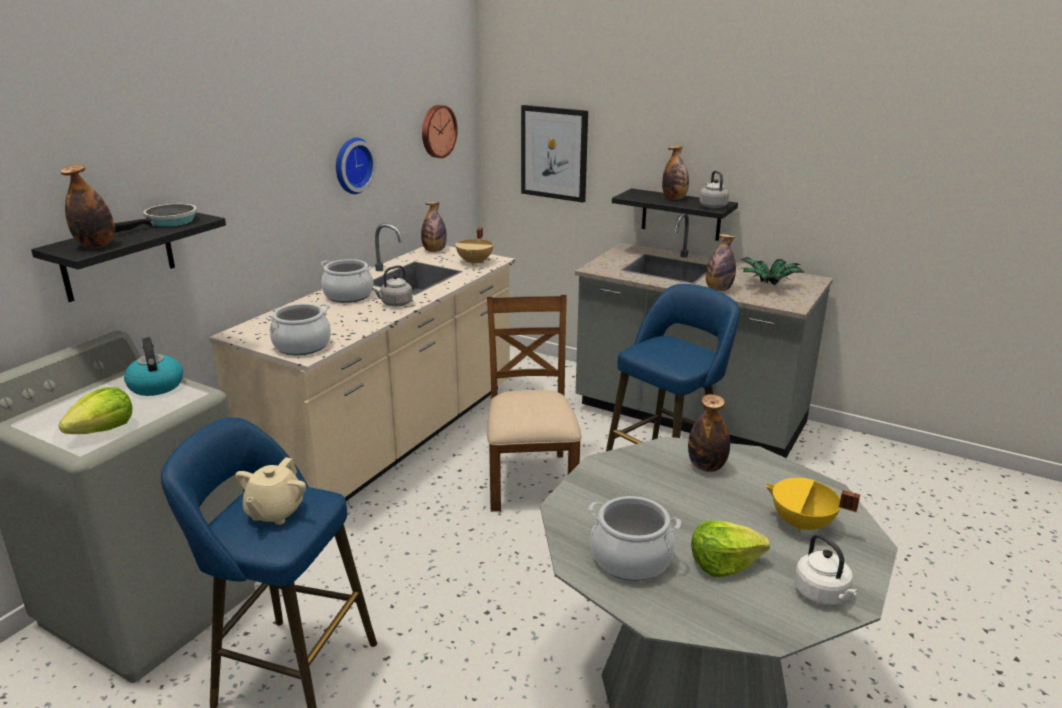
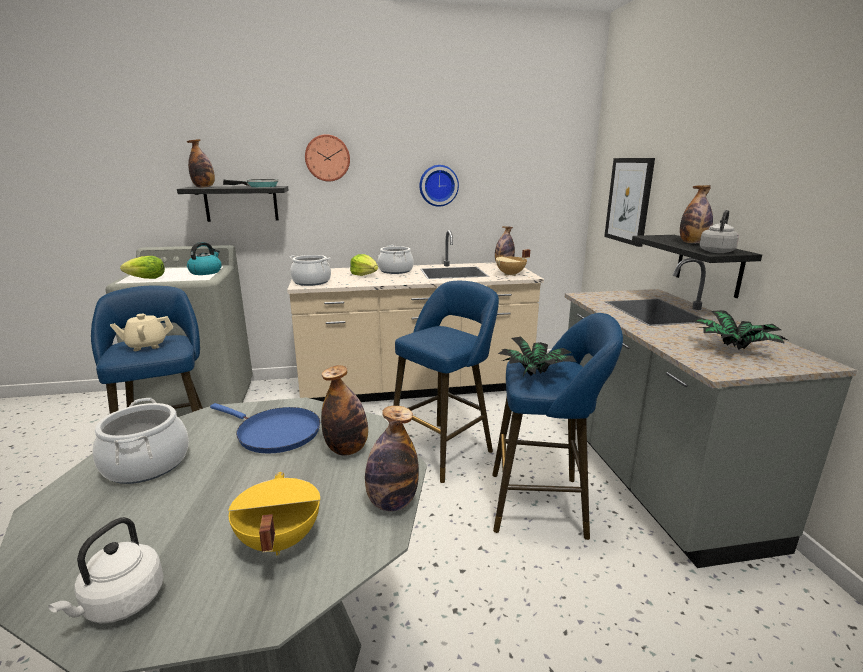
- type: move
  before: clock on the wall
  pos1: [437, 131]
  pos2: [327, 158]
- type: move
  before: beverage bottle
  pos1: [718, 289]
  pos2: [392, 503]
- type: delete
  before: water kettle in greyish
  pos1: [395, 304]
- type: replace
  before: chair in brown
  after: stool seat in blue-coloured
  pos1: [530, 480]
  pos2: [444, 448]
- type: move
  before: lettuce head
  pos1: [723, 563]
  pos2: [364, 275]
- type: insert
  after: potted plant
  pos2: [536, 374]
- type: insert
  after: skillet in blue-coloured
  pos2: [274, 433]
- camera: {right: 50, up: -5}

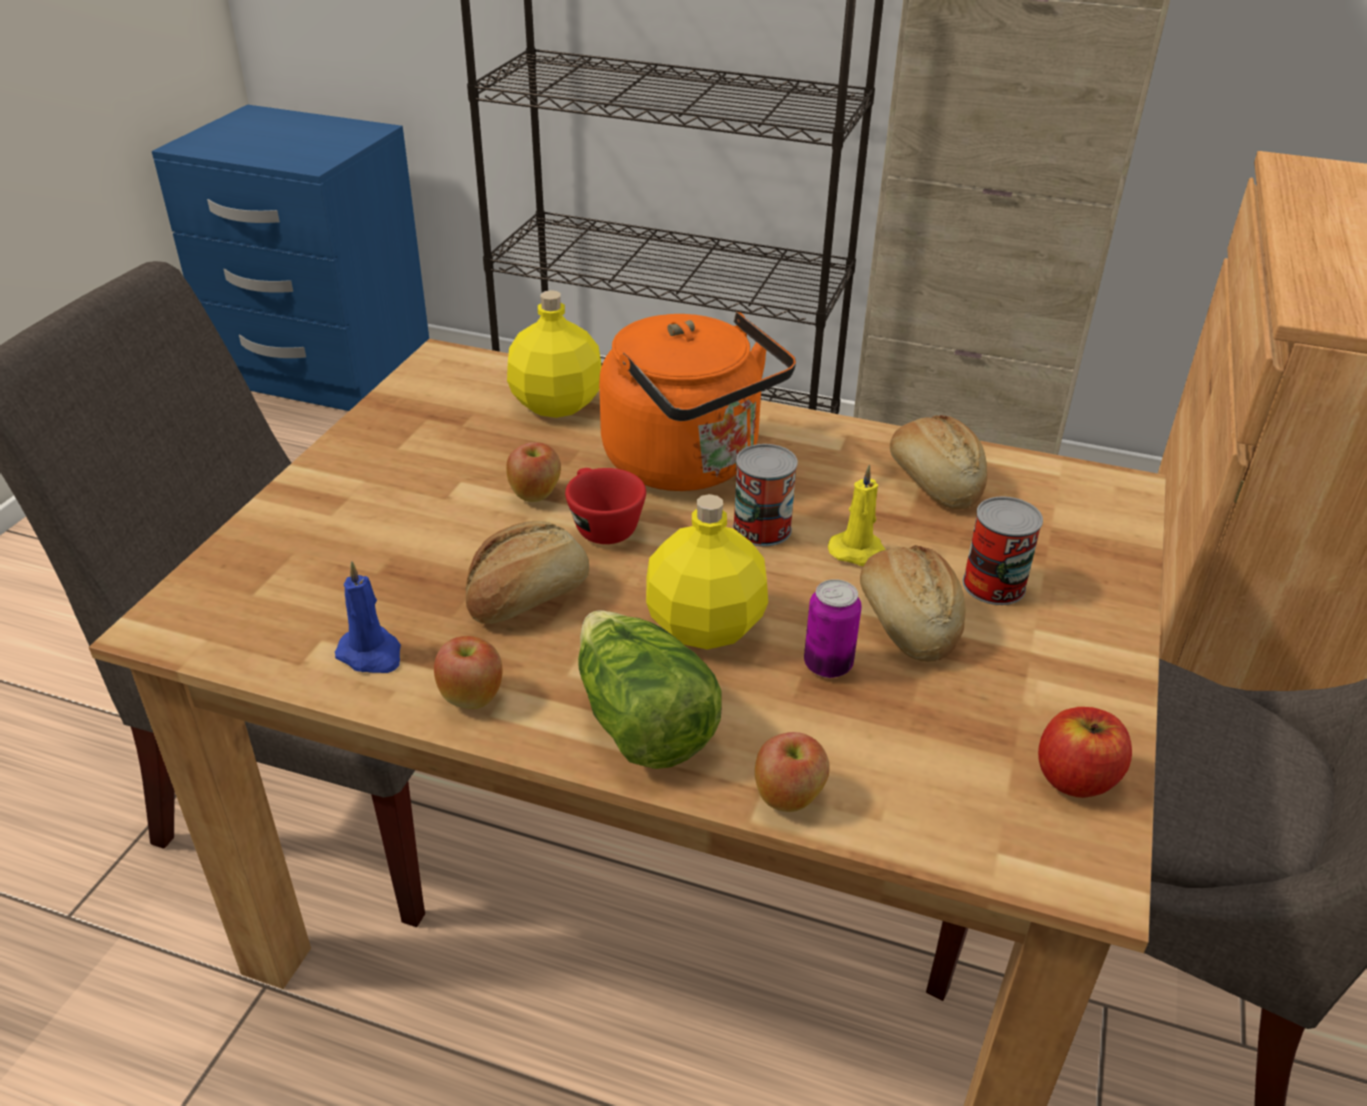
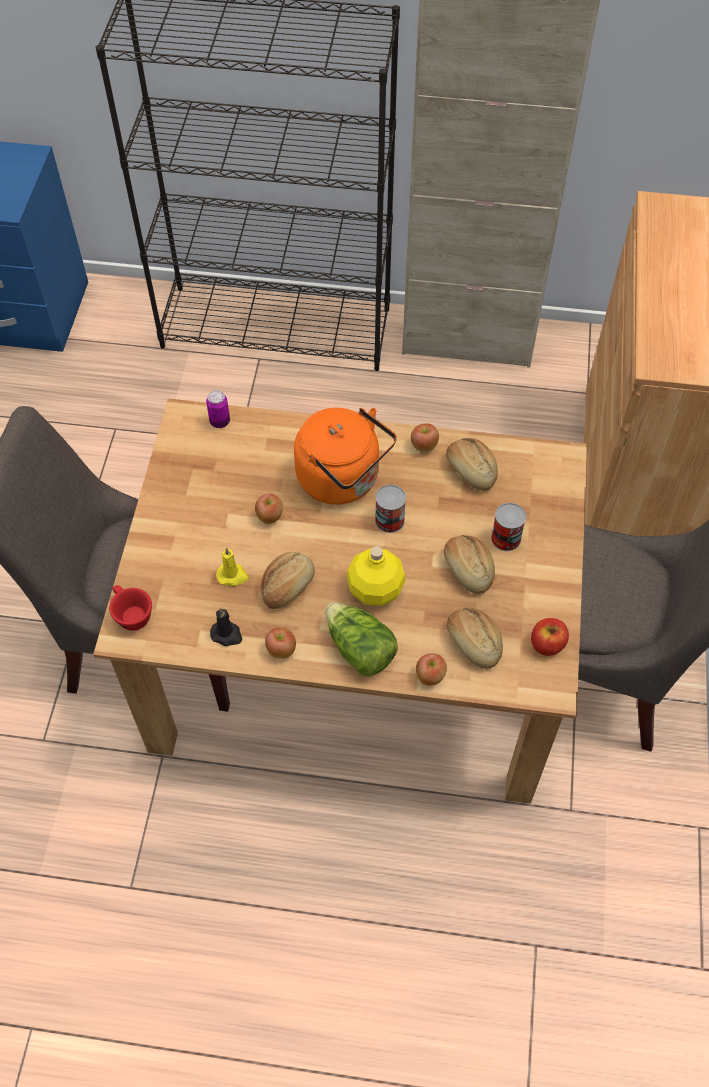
- type: delete
  before: beverage bottle in yellow
  pos1: [556, 404]
- type: move
  before: candle in yellow
  pos1: [860, 552]
  pos2: [233, 575]
- type: move
  before: small cup in reddish
  pos1: [601, 525]
  pos2: [131, 614]
- type: recolor
  before: candle in blue-coloured
  after: candle in black-coloured
  pos1: [371, 654]
  pos2: [227, 634]
- type: move
  before: metal can
  pos1: [828, 665]
  pos2: [220, 422]
- type: insert
  after: apple fruit
  pos2: [424, 446]
- type: insert
  after: baked bread
  pos2: [474, 643]
- camera: {right: -10, up: 20}

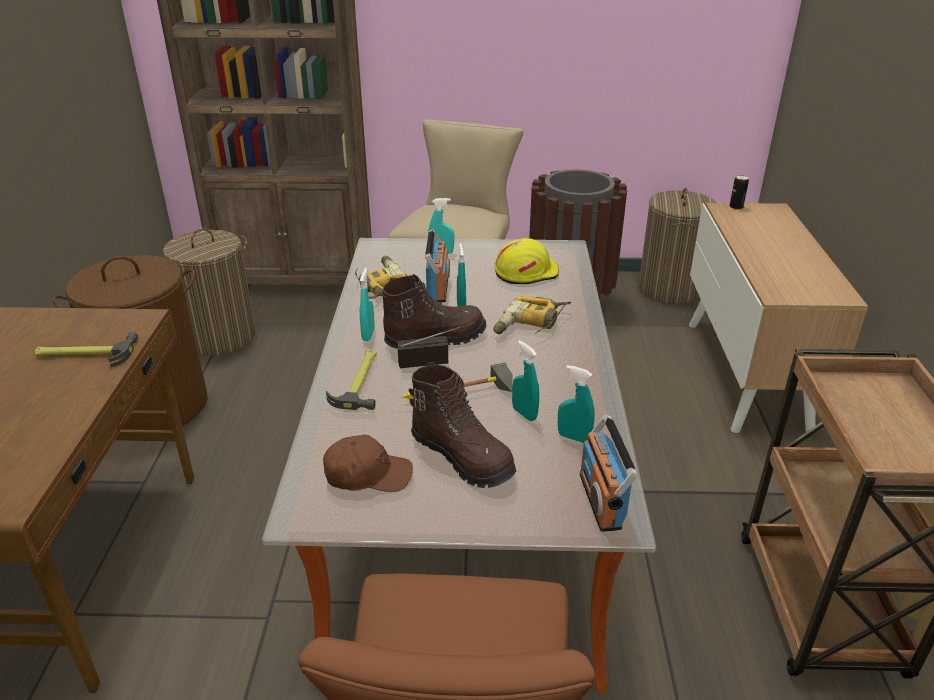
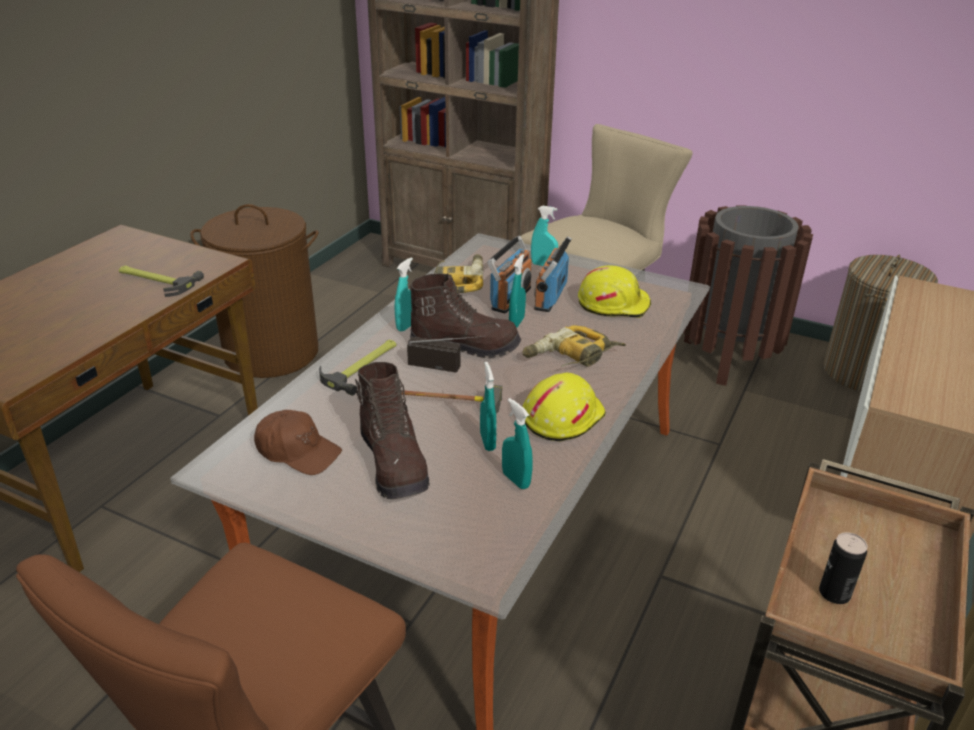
- type: move
  before: metal can
  pos1: [736, 207]
  pos2: [834, 593]
- type: delete
  before: laundry basket
  pos1: [220, 337]
- type: move
  before: radio set
  pos1: [601, 500]
  pos2: [550, 297]
- type: insert
  after: safety helmet in yellow
  pos2: [561, 417]
- camera: {right: 25, up: 0}

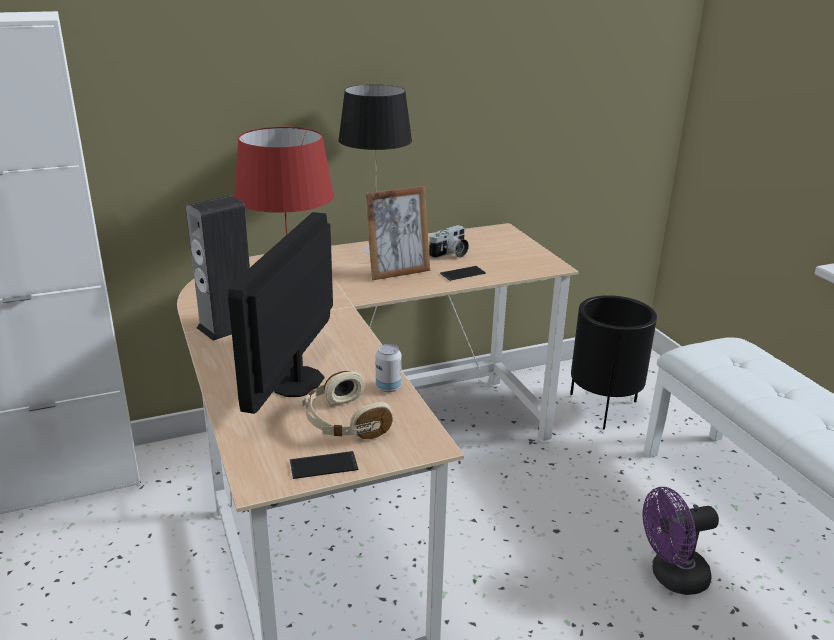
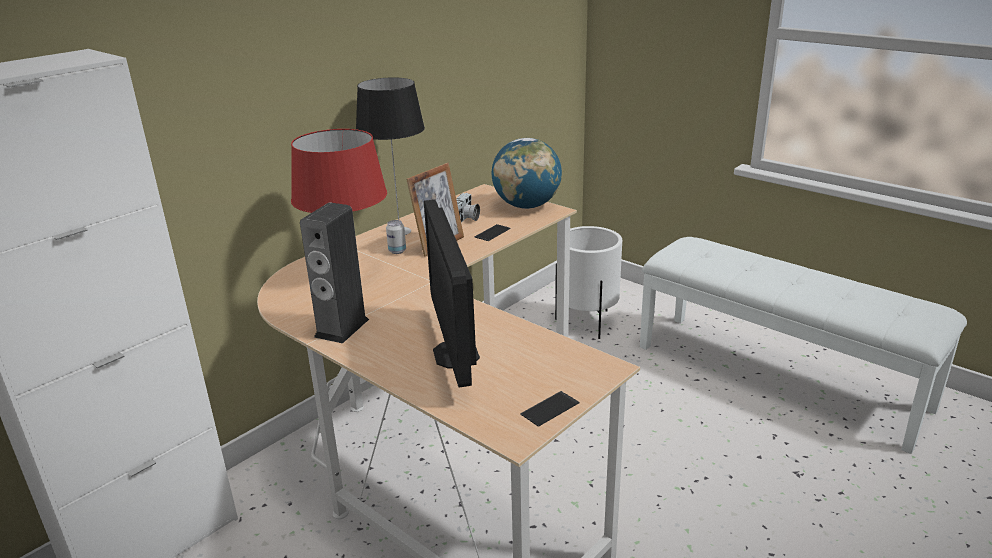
- type: recolor
  before: flower pot in black-coloured
  after: flower pot in whitish
  pos1: [603, 408]
  pos2: [587, 322]
- type: move
  before: metal can
  pos1: [388, 387]
  pos2: [397, 251]
- type: delete
  before: headset in sand-coloured
  pos1: [344, 422]
- type: delete
  before: electric fan in purple
  pos1: [671, 577]
- type: insert
  after: desk globe
  pos2: [527, 206]
- camera: {right: -25, up: 0}

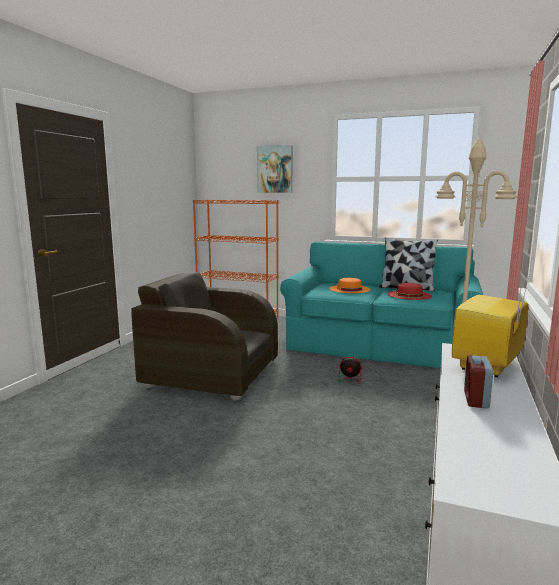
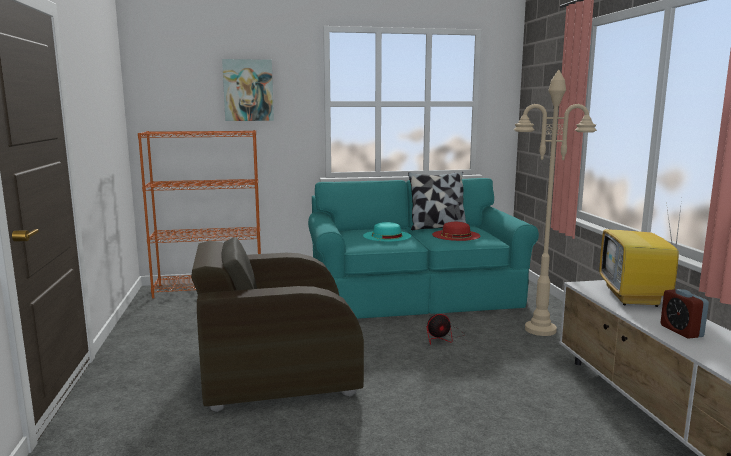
- type: recolor
  before: clothing hat in orangey
  after: clothing hat in blue-green
  pos1: [349, 289]
  pos2: [387, 236]
- camera: {right: -30, up: 0}

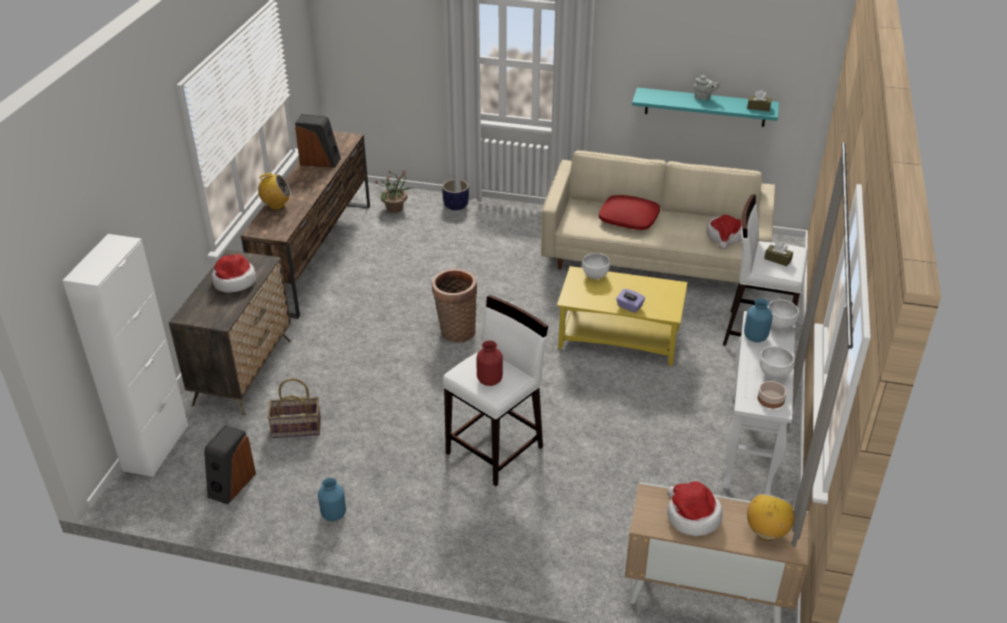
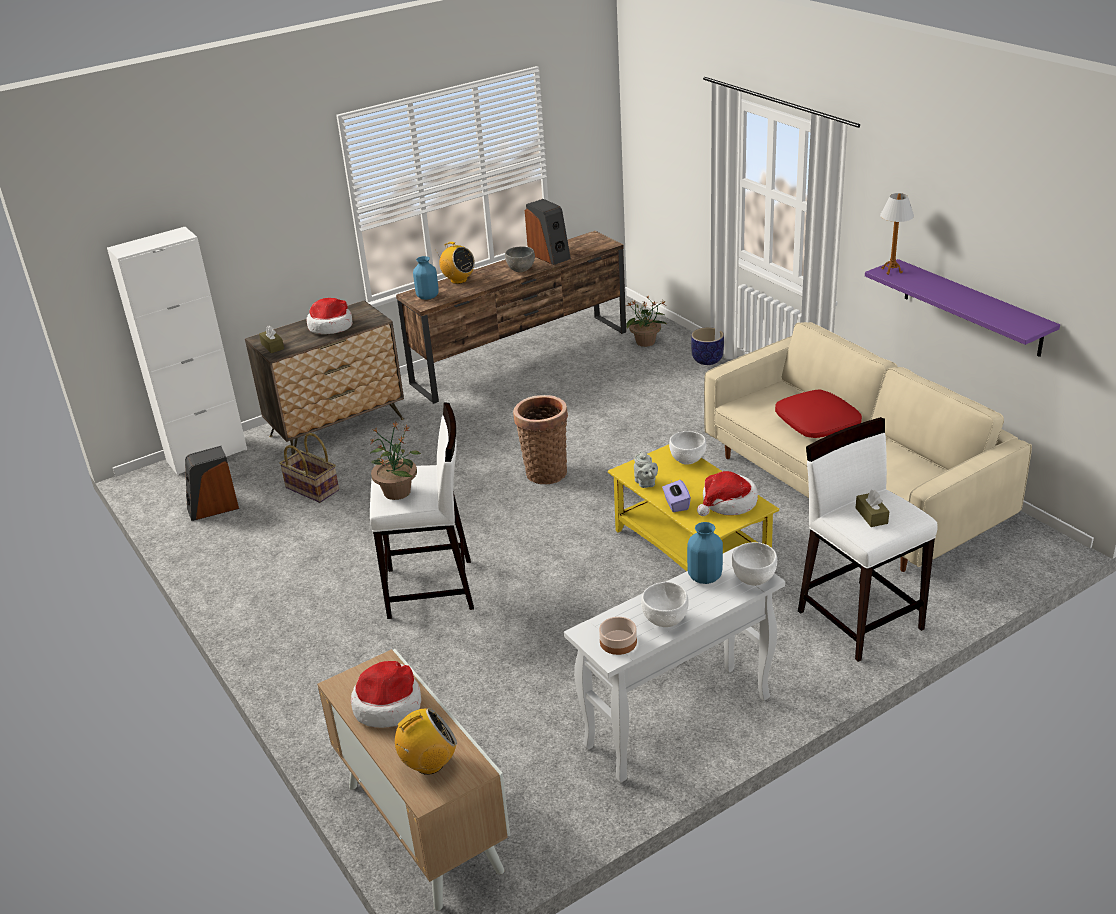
- type: move
  before: pot for tea in greyish
  pos1: [703, 98]
  pos2: [645, 483]
- type: recolor
  before: bracket shelf in blue-green
  after: bracket shelf in purple
  pos1: [705, 107]
  pos2: [972, 307]
- type: move
  before: tissue box in brown
  pos1: [758, 107]
  pos2: [272, 346]
- type: move
  before: clothing hat
  pos1: [724, 236]
  pos2: [728, 503]
- type: replace
  before: vase in reddish
  after: potted plant
  pos1: [490, 380]
  pos2: [397, 491]
- type: move
  before: vase in blue-coloured
  pos1: [333, 514]
  pos2: [427, 296]
- type: insert
  after: tabletop lamp
  pos2: [891, 271]
- type: insert
  after: deep dish in greyish
  pos2: [521, 270]
- camera: {right: 45, up: -5}

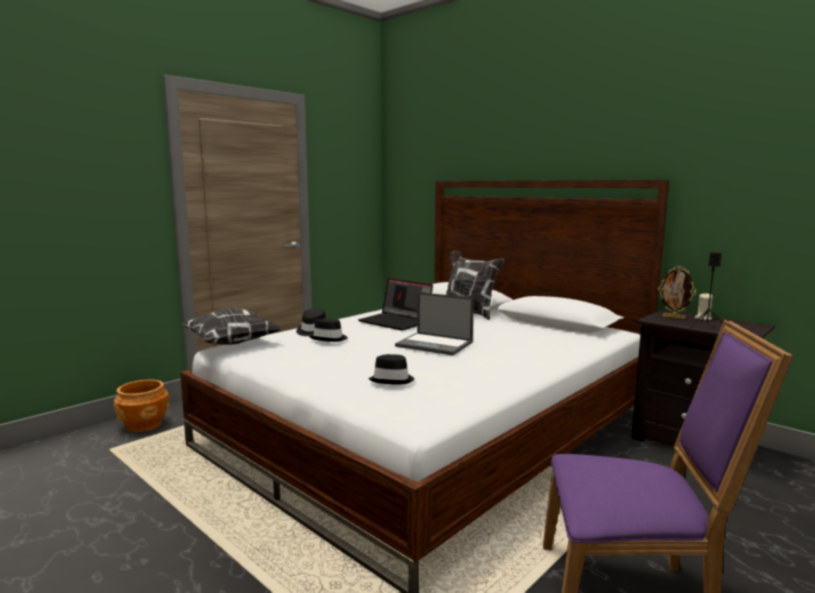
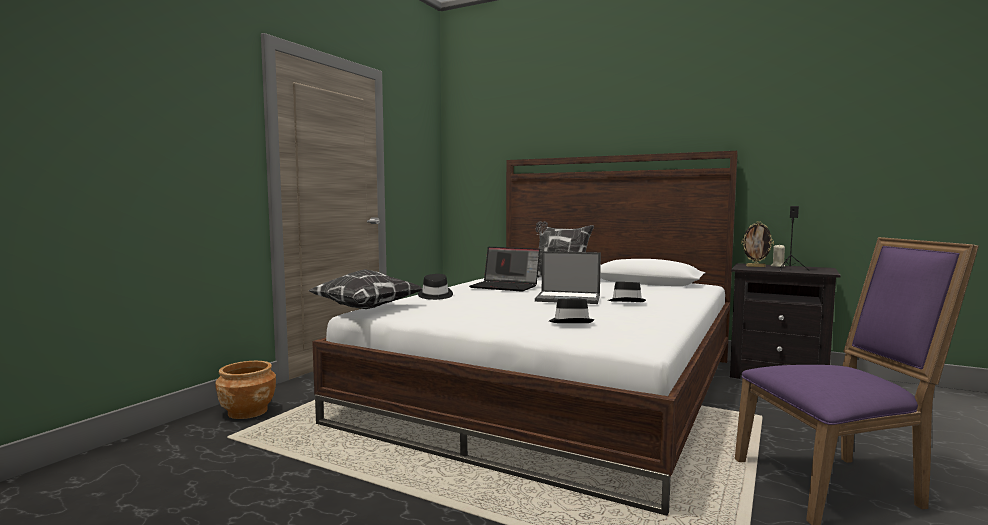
- type: move
  before: clothing hat in black-coloured
  pos1: [329, 339]
  pos2: [626, 301]
- camera: {right: -15, up: -5}

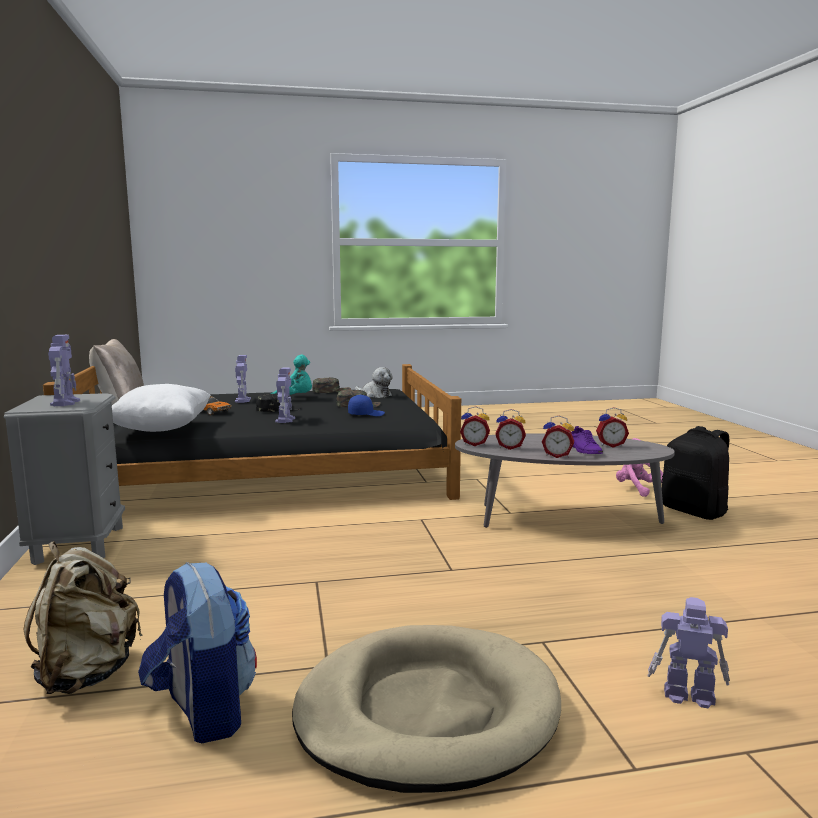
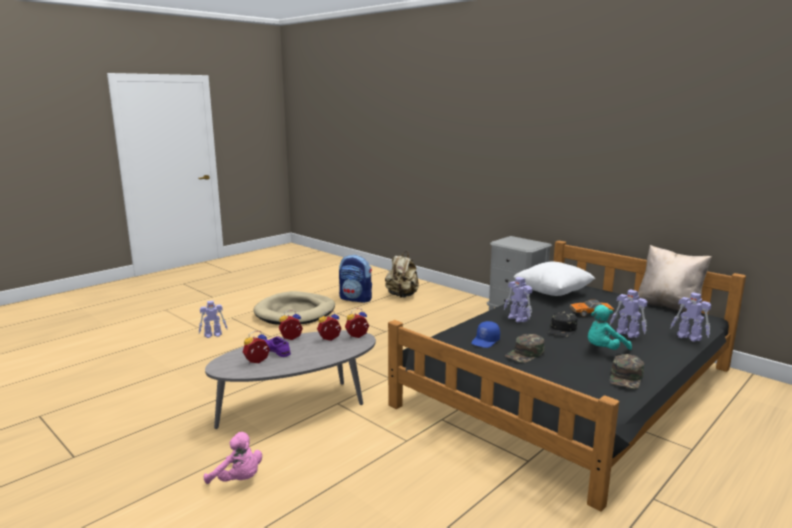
- type: move
  before: toy robot
  pos1: [65, 403]
  pos2: [689, 337]
- type: delete
  before: cuddly toy
  pos1: [375, 395]
- type: delete
  before: backpack in black-coloured
  pos1: [694, 511]
- camera: {right: 145, up: 5}

